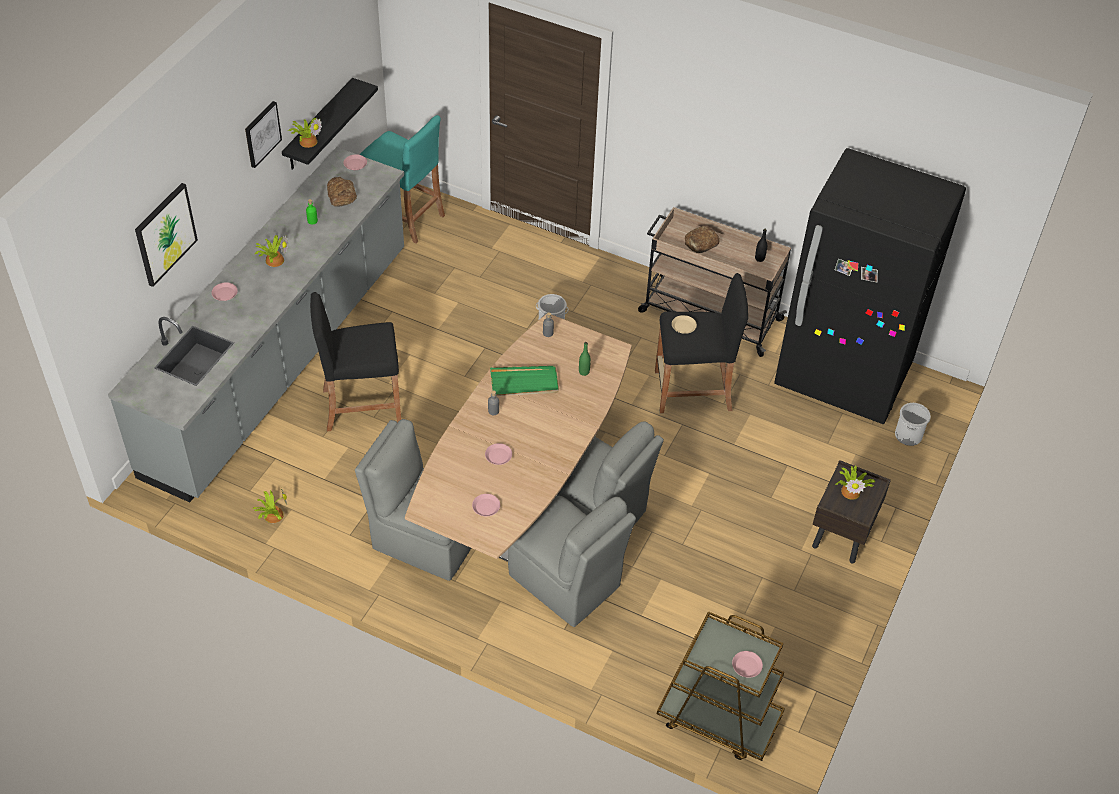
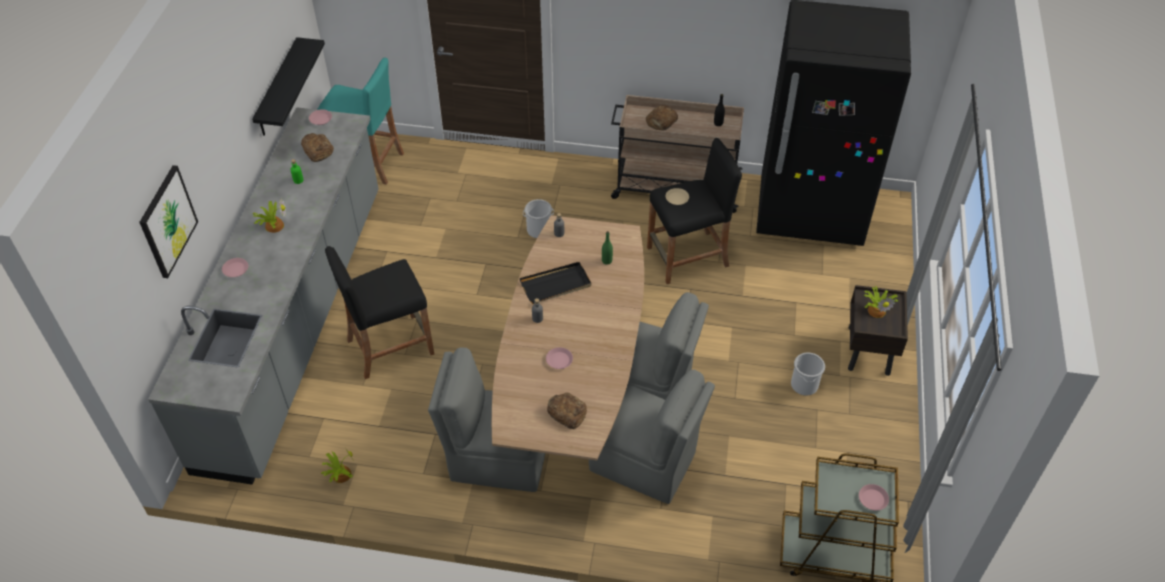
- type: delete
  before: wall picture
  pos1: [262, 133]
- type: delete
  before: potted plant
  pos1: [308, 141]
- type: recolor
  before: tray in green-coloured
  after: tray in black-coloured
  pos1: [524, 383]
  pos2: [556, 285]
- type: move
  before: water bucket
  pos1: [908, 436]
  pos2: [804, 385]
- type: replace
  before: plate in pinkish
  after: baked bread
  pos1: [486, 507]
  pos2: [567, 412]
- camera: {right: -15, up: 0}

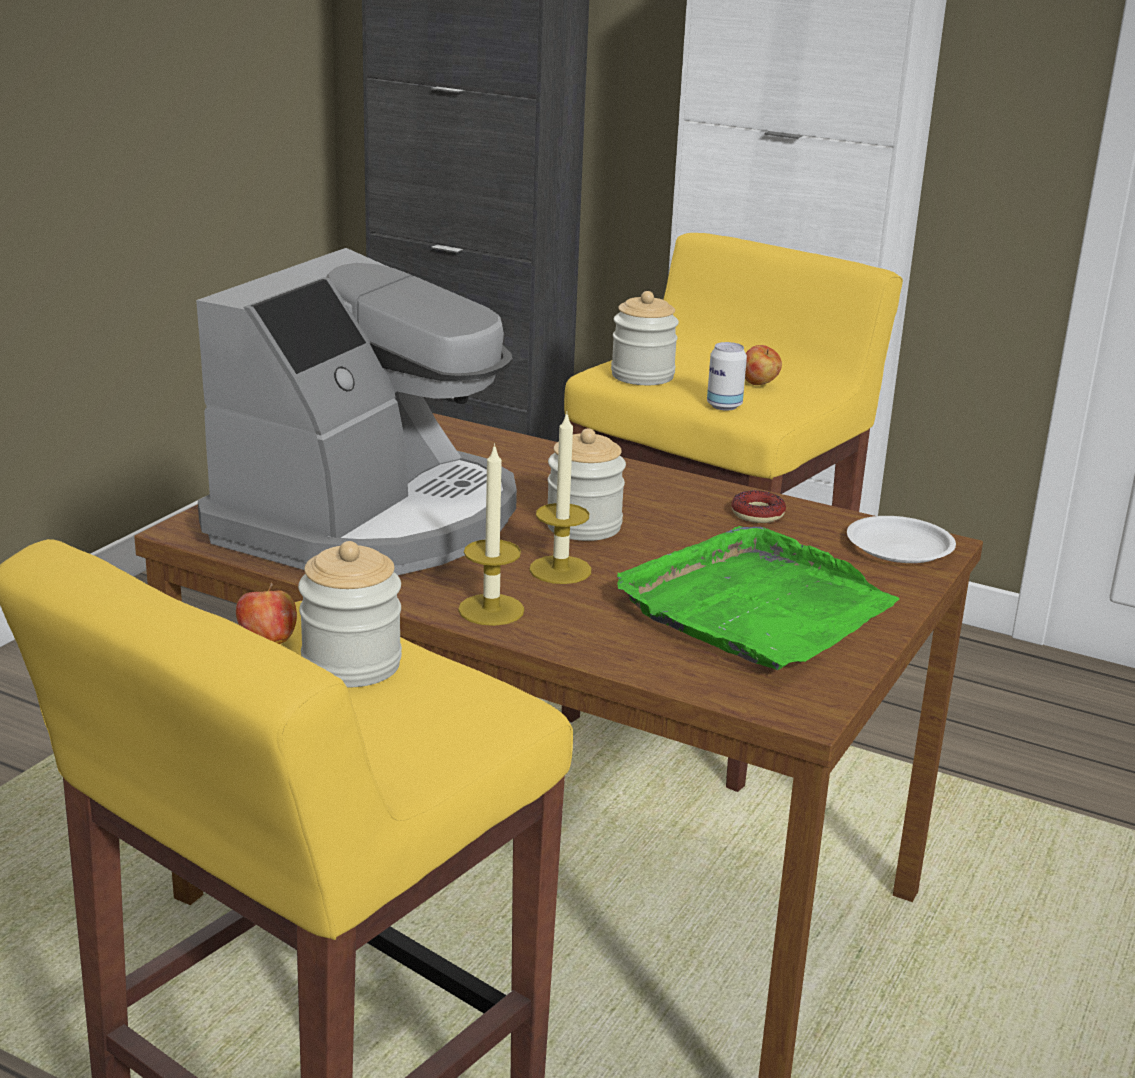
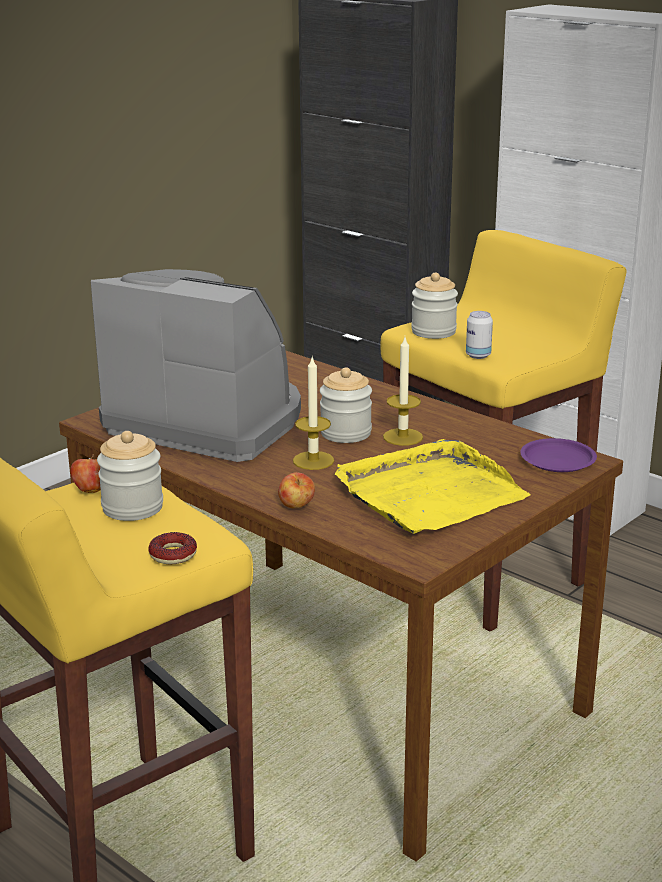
- type: rotate
  before: coffee maker
  pos1: [369, 520]
  pos2: [208, 420]
  turn: -105
- type: move
  before: apple fruit
  pos1: [759, 384]
  pos2: [296, 506]
- type: move
  before: candle
  pos1: [491, 610]
  pos2: [403, 437]
- type: move
  before: ring doughnut
  pos1: [757, 514]
  pos2: [173, 554]
- type: recolor
  before: plate in whitish
  after: plate in purple
  pos1: [899, 546]
  pos2: [558, 460]
- type: recolor
  before: tray in green-coloured
  after: tray in yellow
  pos1: [755, 608]
  pos2: [429, 494]
- camera: {right: 15, up: 0}

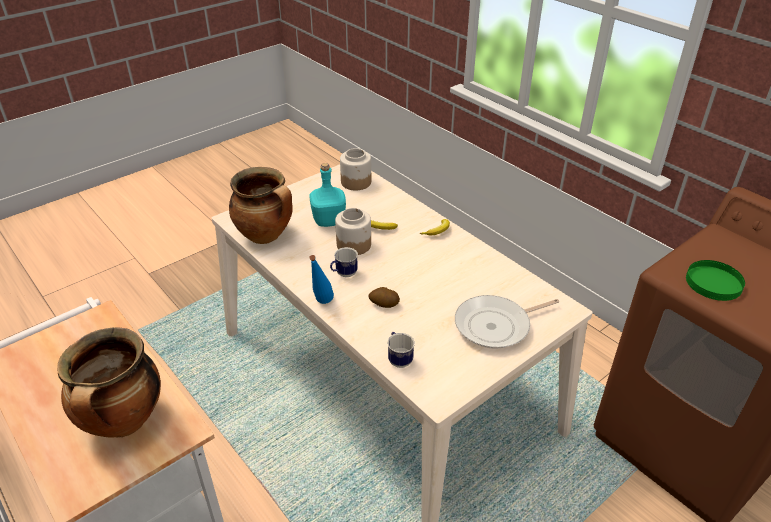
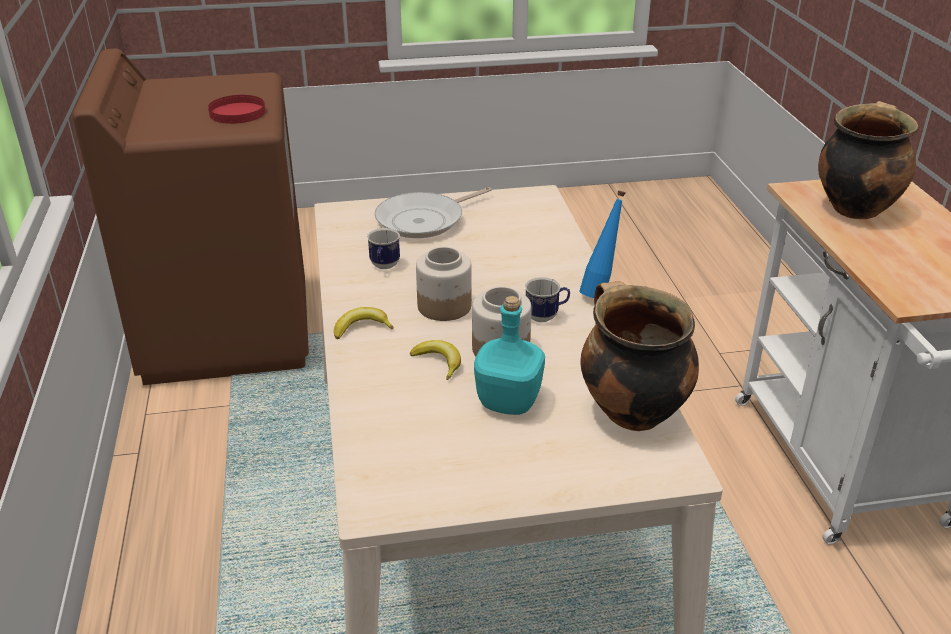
- type: move
  before: storage jar
  pos1: [356, 182]
  pos2: [443, 306]
- type: recolor
  before: plate in green-coloured
  after: plate in reddish
  pos1: [713, 282]
  pos2: [237, 113]
- type: delete
  before: spud
  pos1: [384, 304]
- type: rotate
  before: skillet
  pos1: [496, 326]
  pos2: [424, 220]
  turn: 135
- type: move
  before: tea mug
  pos1: [399, 359]
  pos2: [384, 267]
- camera: {right: -150, up: -5}

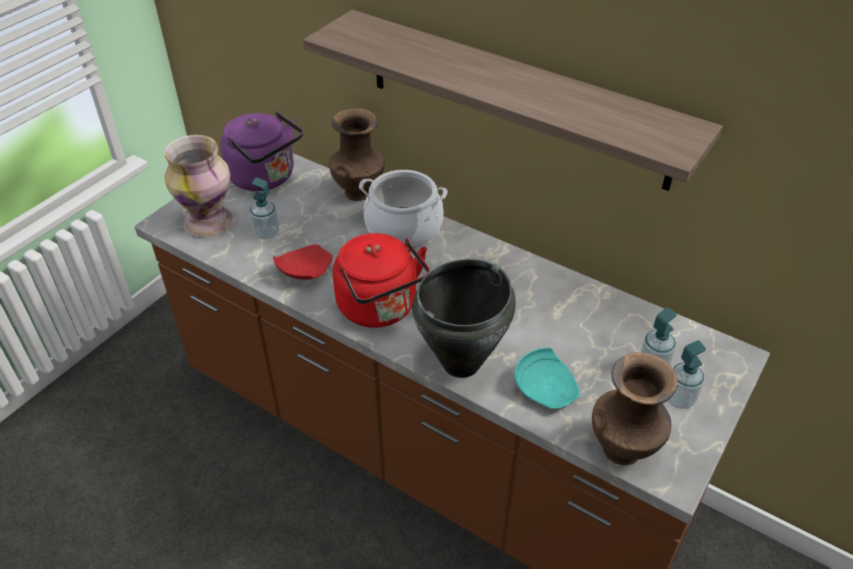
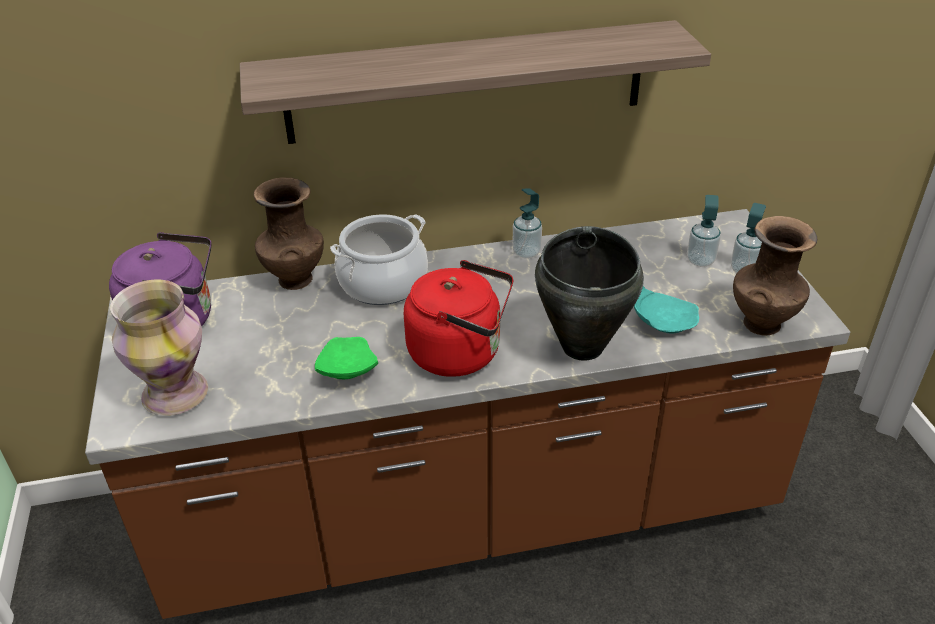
- type: move
  before: soap bottle
  pos1: [267, 233]
  pos2: [526, 252]
- type: recolor
  before: plate in reddish
  after: plate in green-coloured
  pos1: [304, 271]
  pos2: [346, 370]
- camera: {right: -45, up: -5}

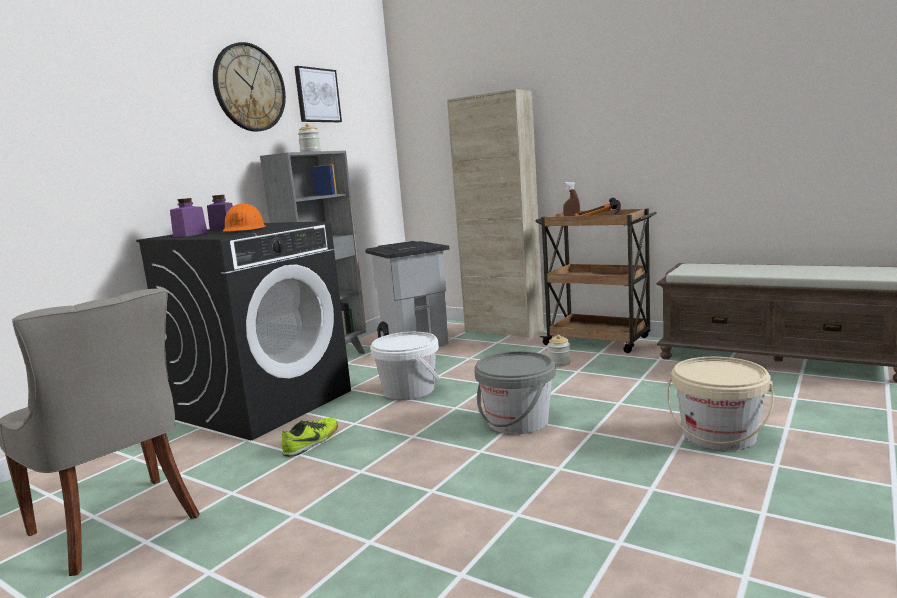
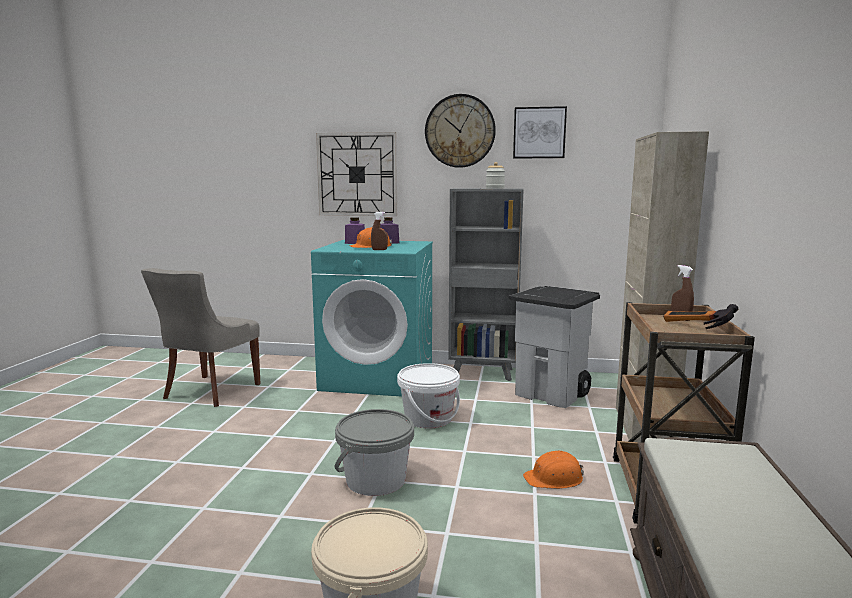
- type: recolor
  before: laundry machine in black-coloured
  after: laundry machine in blue-green
  pos1: [264, 404]
  pos2: [379, 377]
- type: replace
  before: storage jar
  after: safety helmet in orangey
  pos1: [559, 363]
  pos2: [554, 478]
- type: delete
  before: item of footwear
  pos1: [312, 443]
- type: insert
  after: clock on the wall
  pos2: [357, 174]
- type: insert
  after: sprayer in brown
  pos2: [379, 250]
- camera: {right: 65, up: 0}

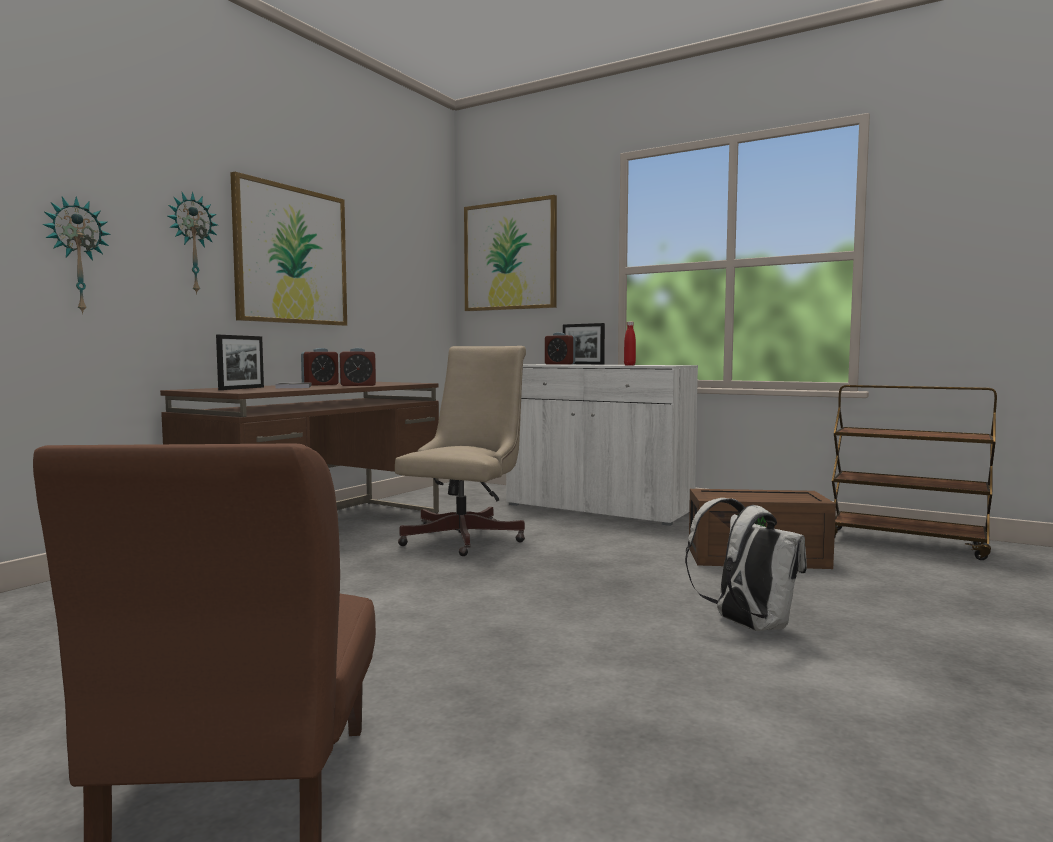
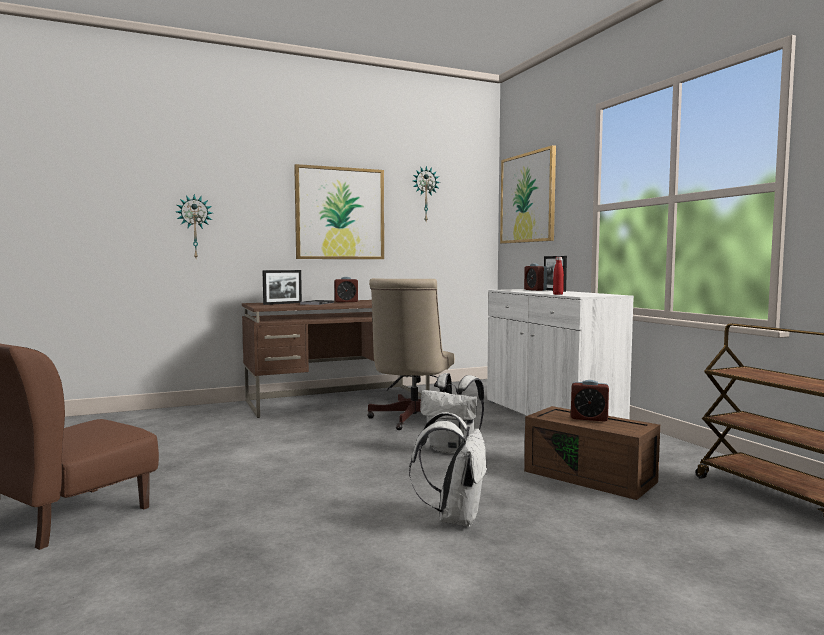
- type: move
  before: clock on the wall
  pos1: [191, 243]
  pos2: [425, 194]
- type: rotate
  before: office chair in sand-coloured
  pos1: [468, 537]
  pos2: [411, 420]
  turn: 135
- type: move
  before: bedside clock
  pos1: [358, 385]
  pos2: [589, 418]
- type: insert
  after: backpack in whitish
  pos2: [453, 450]
- camera: {right: 35, up: 0}

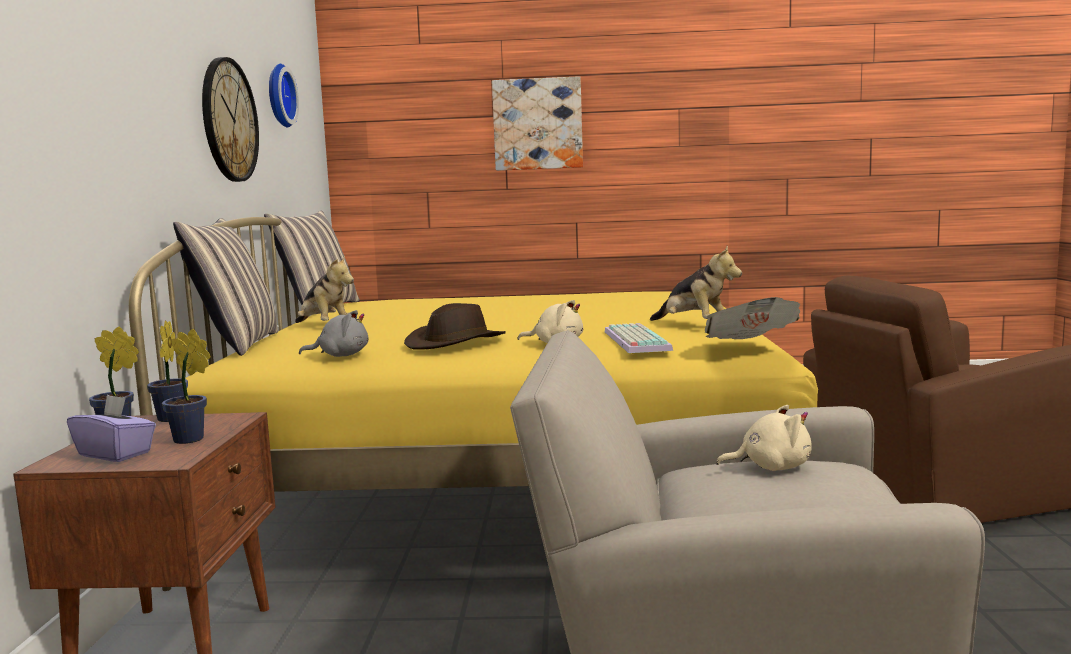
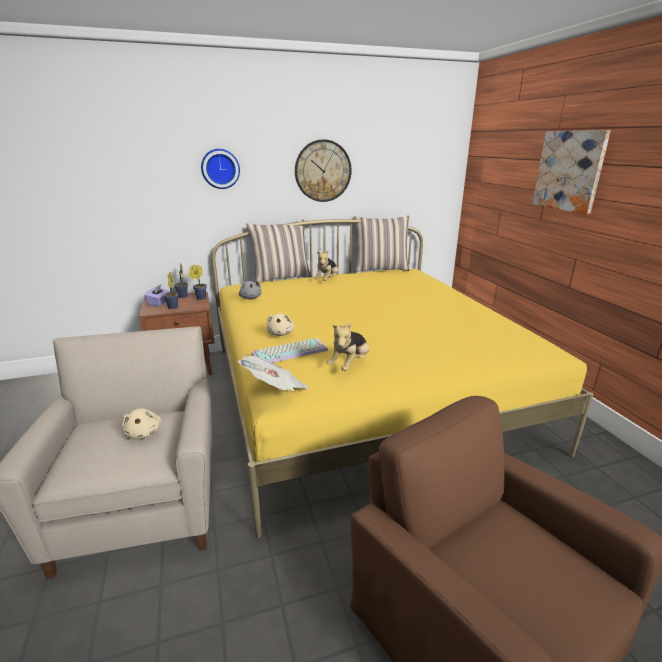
- type: move
  before: clock on the wall
  pos1: [278, 96]
  pos2: [220, 168]
- type: delete
  before: clothing hat in brown
  pos1: [455, 343]
- camera: {right: 70, up: 15}

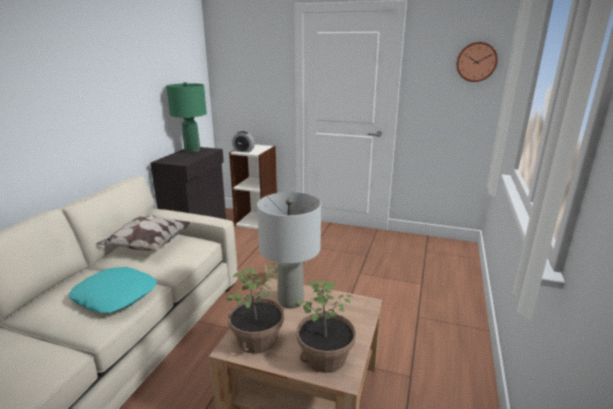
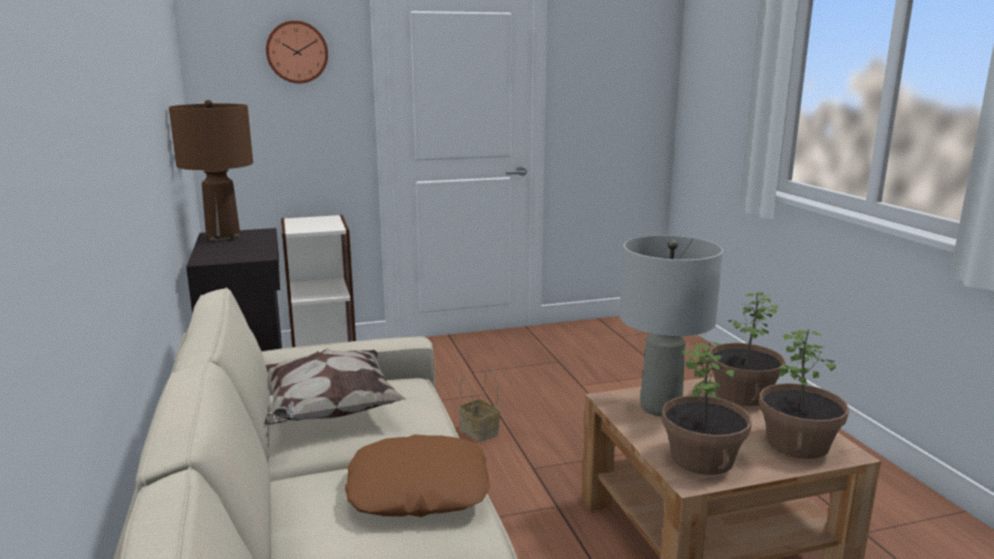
- type: move
  before: clock on the wall
  pos1: [476, 62]
  pos2: [297, 52]
- type: recolor
  before: tabletop lamp in green-coloured
  after: tabletop lamp in brown
  pos1: [192, 150]
  pos2: [223, 238]
- type: delete
  before: bedside clock
  pos1: [243, 151]
- type: recolor
  before: cushion in blue-green
  after: cushion in brown
  pos1: [116, 295]
  pos2: [418, 488]
- type: insert
  after: potted plant
  pos2: [741, 394]
- camera: {right: -35, up: -5}

